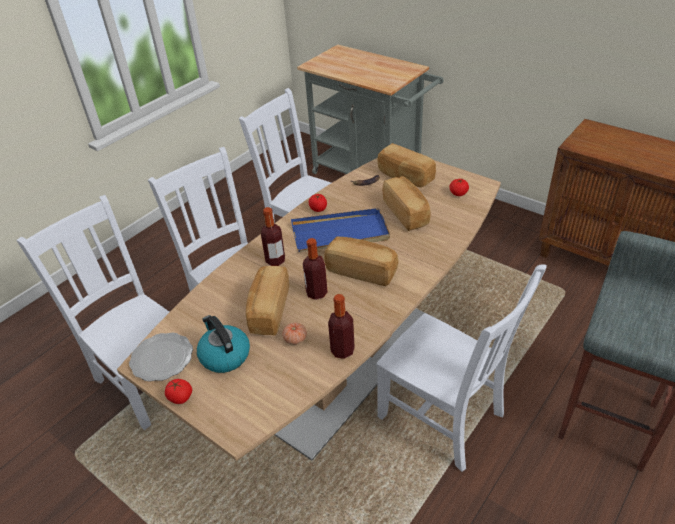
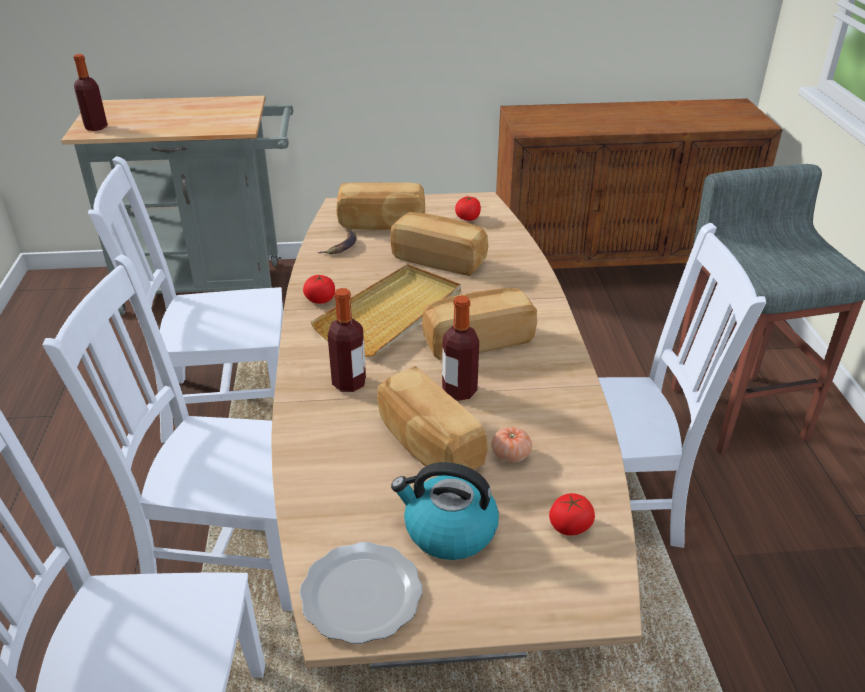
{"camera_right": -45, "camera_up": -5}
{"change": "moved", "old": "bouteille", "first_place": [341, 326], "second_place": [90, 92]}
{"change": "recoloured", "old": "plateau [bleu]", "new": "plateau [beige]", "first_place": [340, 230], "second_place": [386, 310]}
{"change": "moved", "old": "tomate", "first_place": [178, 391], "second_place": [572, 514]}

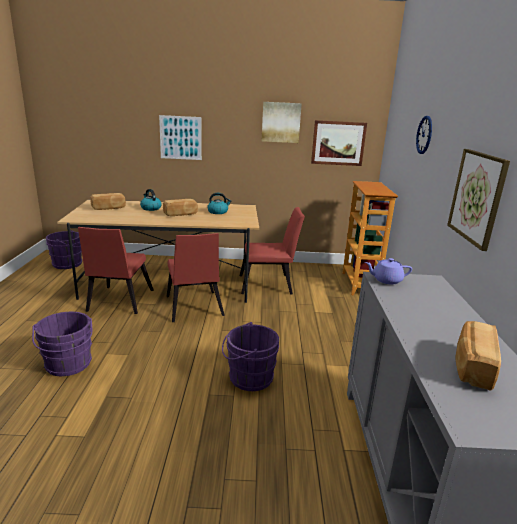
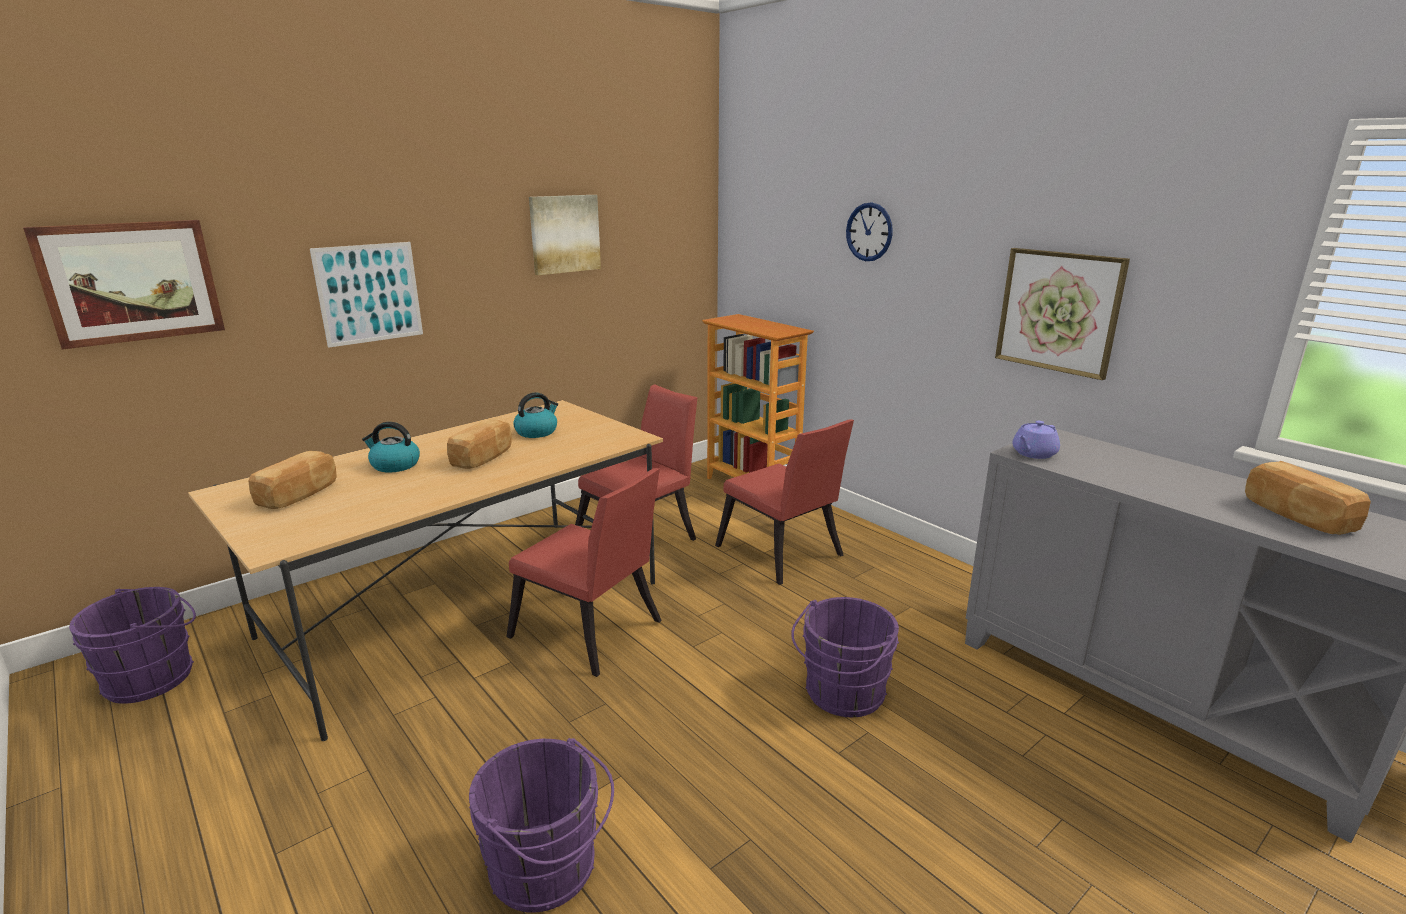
{"camera_right": -40, "camera_up": 0}
{"change": "moved", "old": "tableau", "first_place": [339, 143], "second_place": [124, 285]}
{"change": "moved", "old": "chaise [rouge]", "first_place": [115, 270], "second_place": [784, 502]}

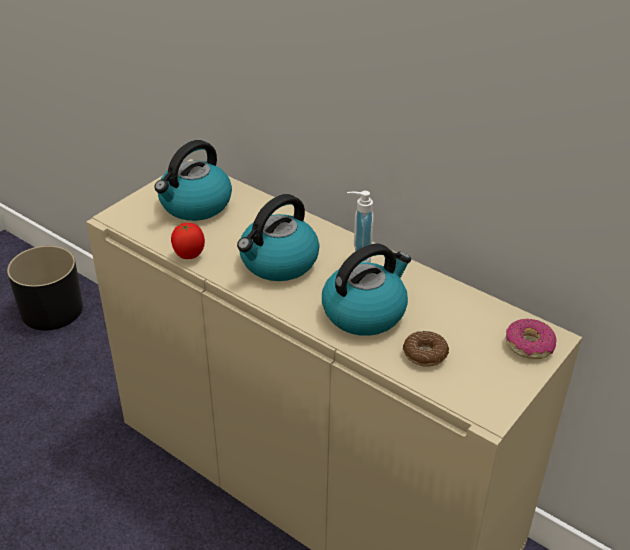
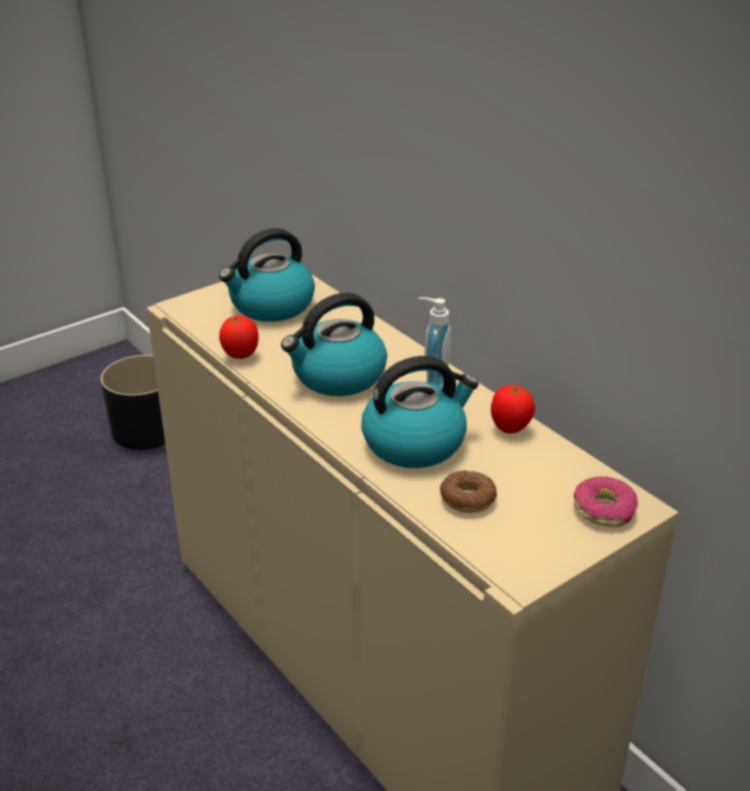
{"camera_right": 15, "camera_up": -5}
{"change": "added", "new": "tomate", "second_place": [513, 409]}

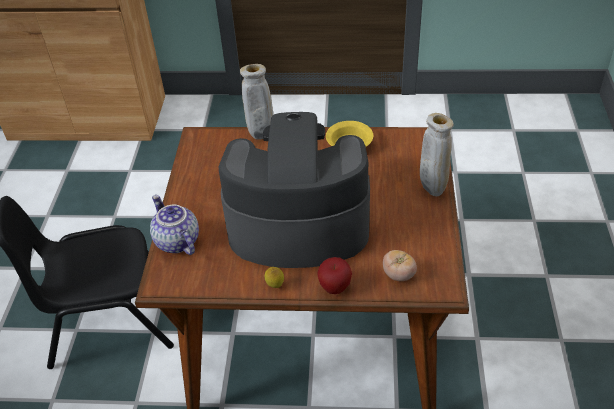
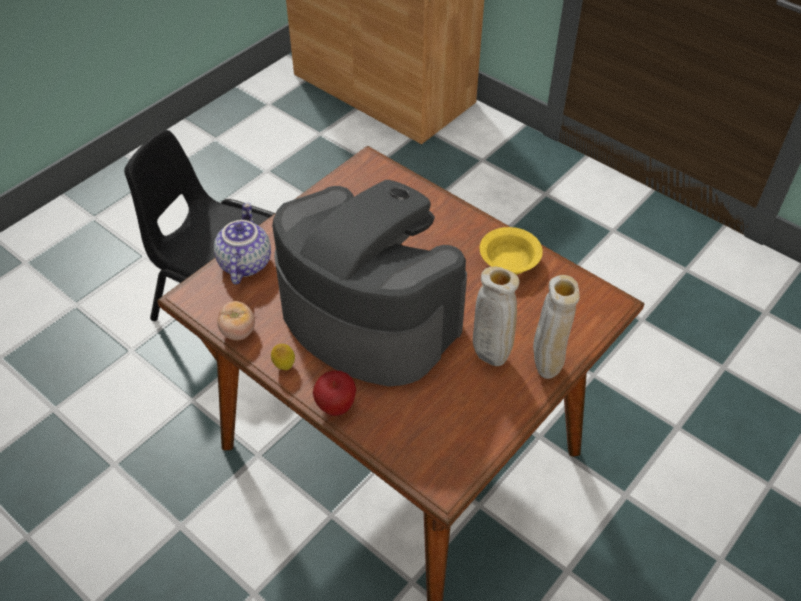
{"camera_right": 35, "camera_up": 5}
{"change": "moved", "old": "tomate", "first_place": [400, 265], "second_place": [236, 320]}
{"change": "moved", "old": "vase [beige]", "first_place": [256, 102], "second_place": [496, 316]}

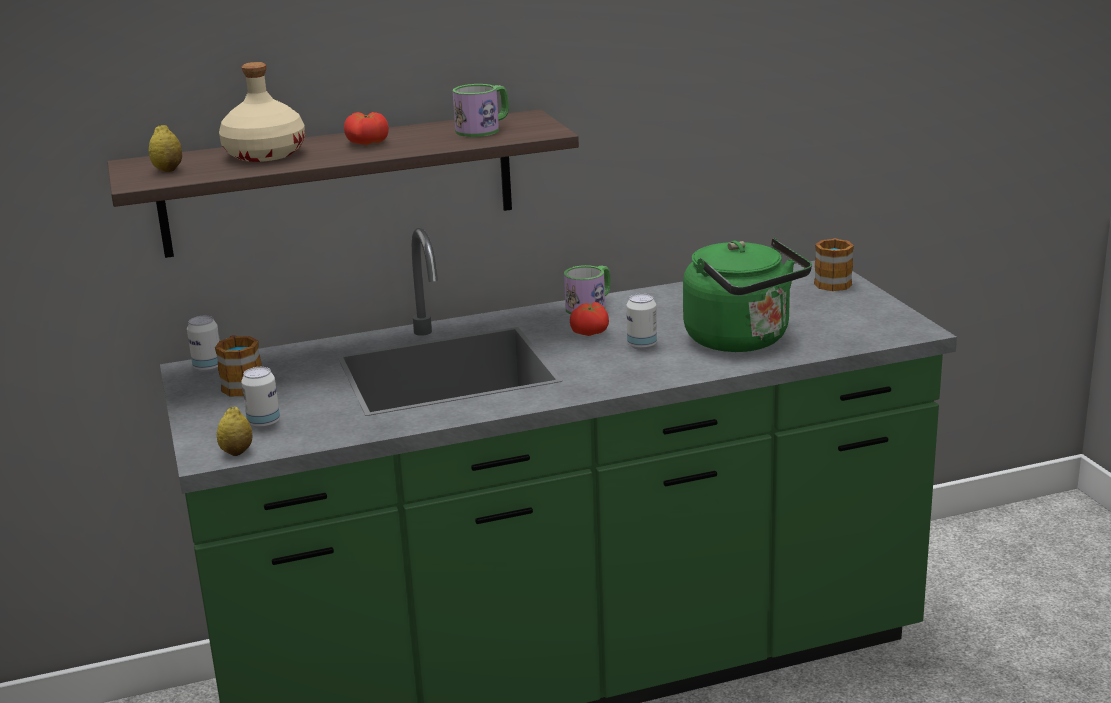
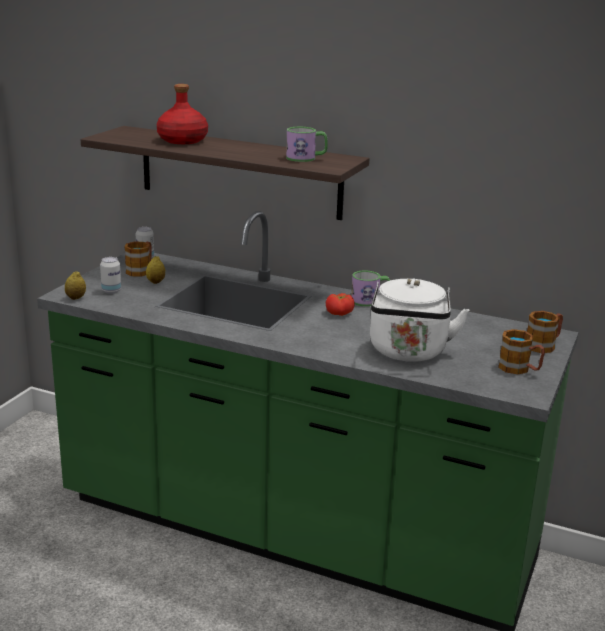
{"camera_right": 40, "camera_up": 0}
{"change": "moved", "old": "citron", "first_place": [165, 148], "second_place": [155, 270]}
{"change": "recoloured", "old": "bouteille [beige]", "new": "bouteille [rouge]", "first_place": [262, 112], "second_place": [182, 114]}
{"change": "recoloured", "old": "bouilloire [vert]", "new": "bouilloire [blanc]", "first_place": [747, 295], "second_place": [419, 320]}
{"change": "added", "new": "mug", "second_place": [521, 351]}
{"change": "removed", "old": "tomate", "first_place": [366, 128]}
{"change": "removed", "old": "boîte métallique", "first_place": [641, 321]}

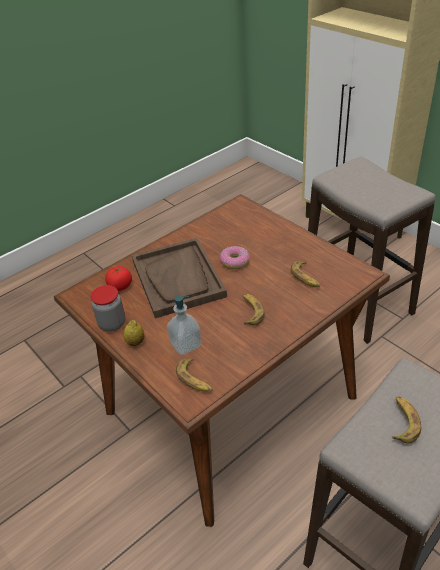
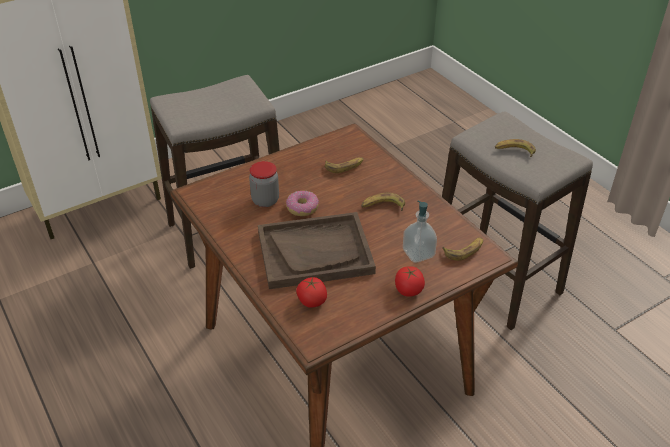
{"camera_right": -85, "camera_up": 0}
{"change": "moved", "old": "bocal", "first_place": [107, 308], "second_place": [264, 184]}
{"change": "replaced", "old": "citron", "new": "tomate", "first_place": [134, 333], "second_place": [410, 281]}

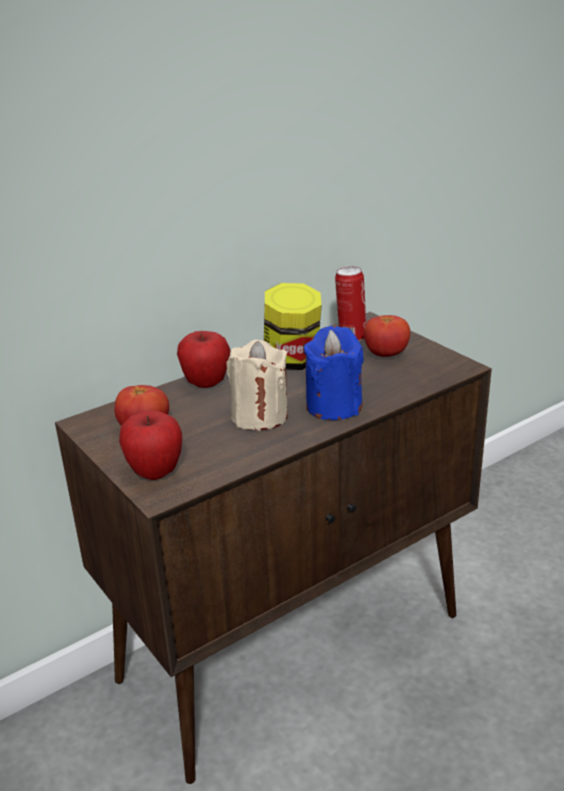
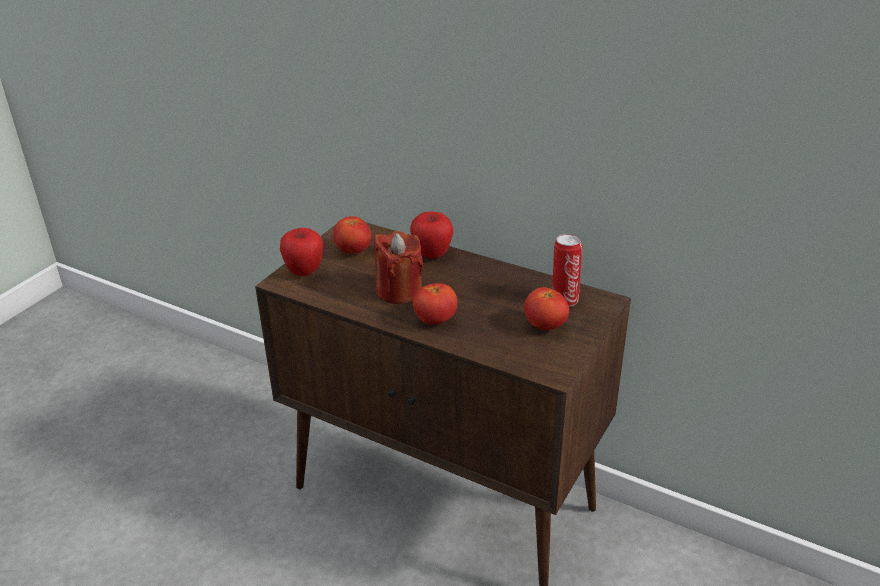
{"camera_right": 65, "camera_up": 5}
{"change": "recoloured", "old": "bougie [beige]", "new": "bougie [rouge]", "first_place": [257, 385], "second_place": [398, 267]}
{"change": "replaced", "old": "bougie [bleu]", "new": "tomate", "first_place": [334, 373], "second_place": [435, 304]}
{"change": "removed", "old": "bocal", "first_place": [293, 326]}

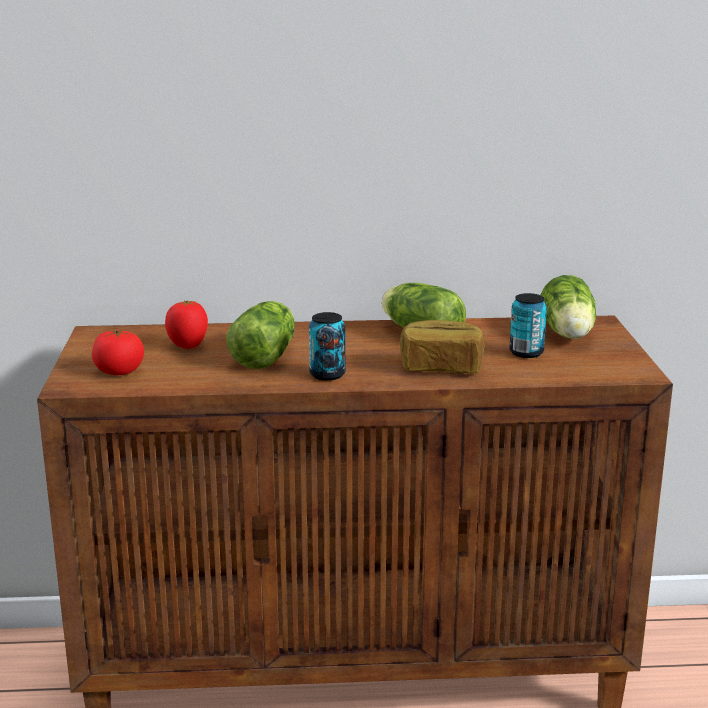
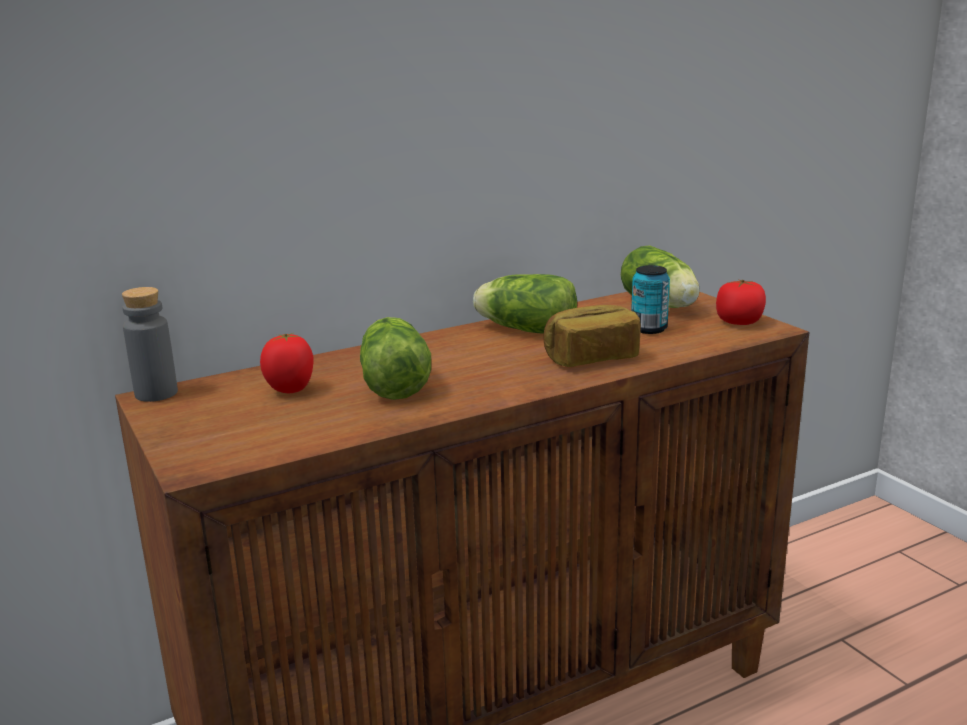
{"camera_right": -25, "camera_up": 0}
{"change": "added", "new": "bouteille [gris]", "second_place": [150, 344]}
{"change": "moved", "old": "tomate", "first_place": [118, 352], "second_place": [741, 302]}
{"change": "removed", "old": "boîte métallique", "first_place": [327, 346]}

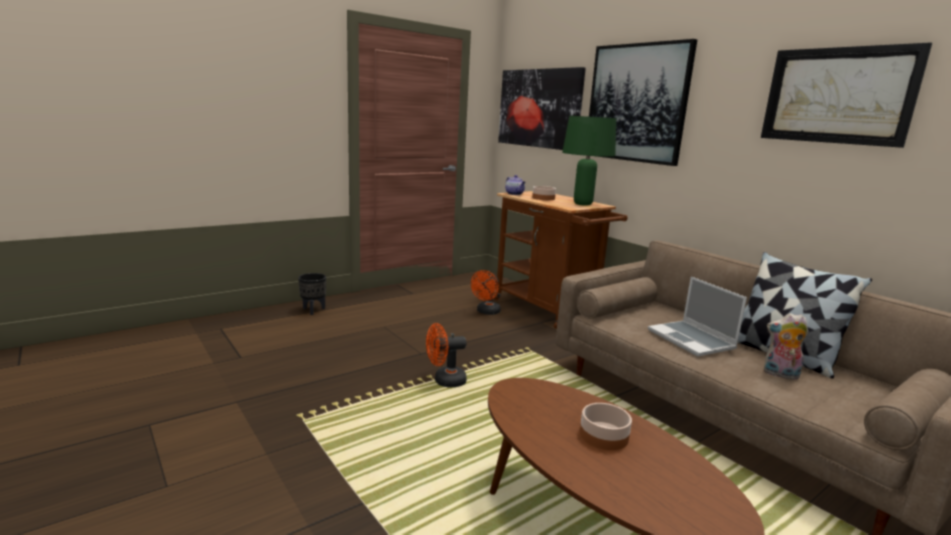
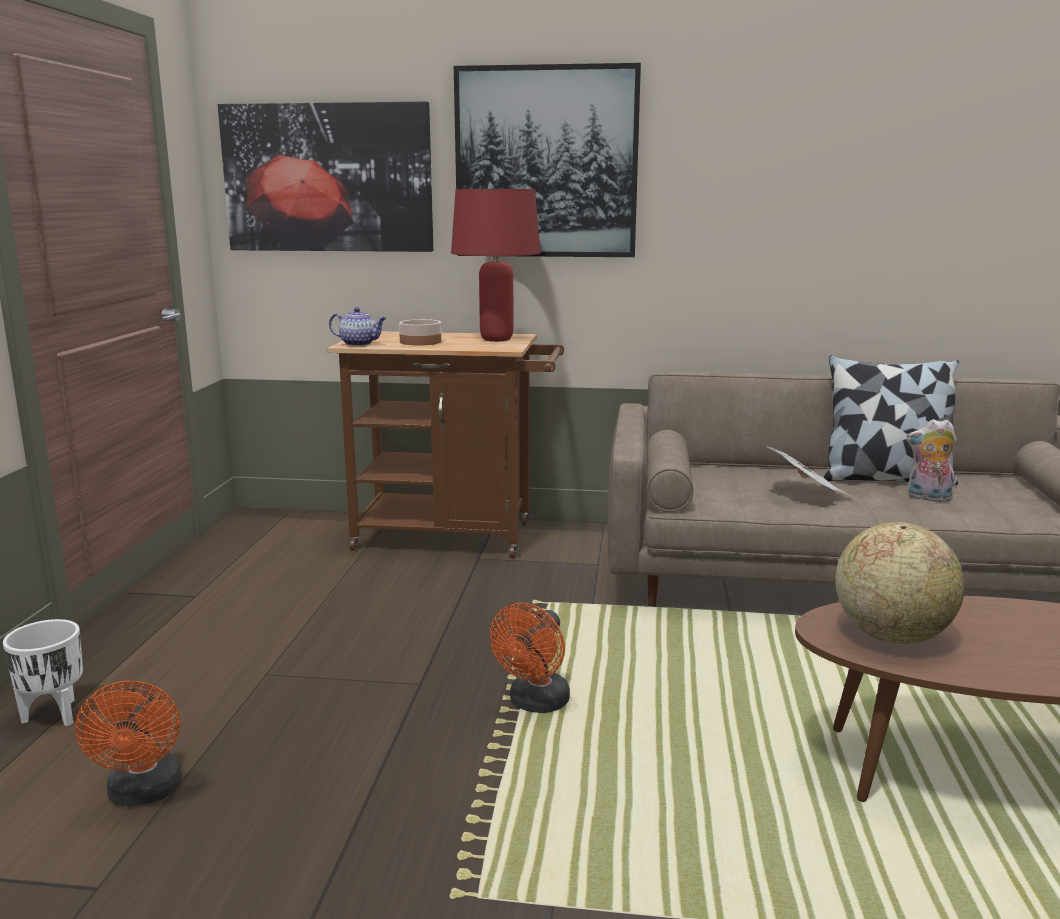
{"camera_right": -45, "camera_up": 0}
{"change": "recoloured", "old": "cache-pot [noir]", "new": "cache-pot [blanc]", "first_place": [312, 294], "second_place": [43, 672]}
{"change": "moved", "old": "ventilateur [orange]", "first_place": [486, 292], "second_place": [128, 743]}
{"change": "recoloured", "old": "lampe de table [vert]", "new": "lampe de table [rouge]", "first_place": [589, 161], "second_place": [496, 265]}
{"change": "replaced", "old": "ordinateur portable", "new": "journal", "first_place": [697, 316], "second_place": [809, 471]}
{"change": "added", "new": "globe", "second_place": [900, 583]}
{"change": "turned", "old": "peluche", "first_place": [786, 346], "second_place": [932, 460], "degrees": 45}
{"change": "removed", "old": "bol", "first_place": [606, 426]}
{"change": "removed", "old": "tableau", "first_place": [846, 95]}

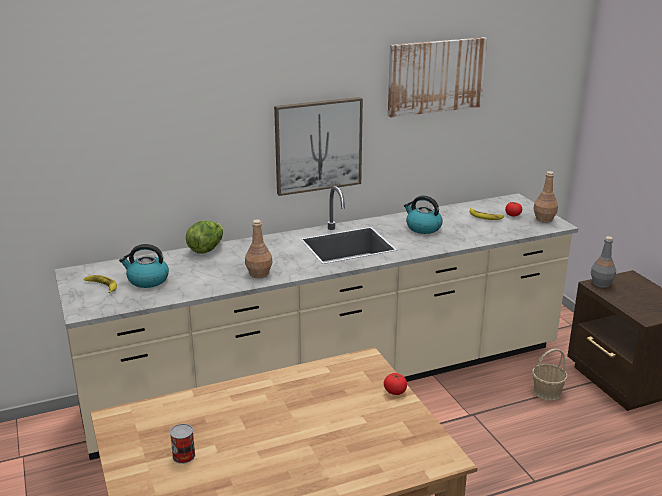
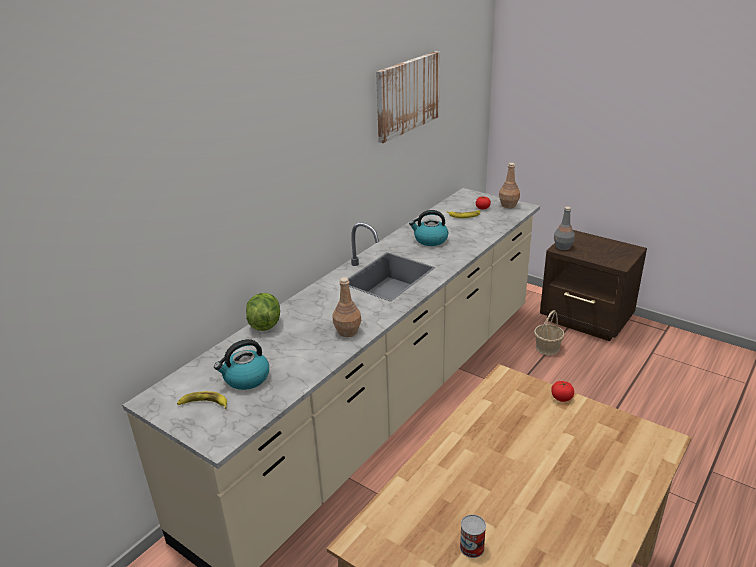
{"camera_right": -30, "camera_up": 5}
{"change": "removed", "old": "tableau", "first_place": [318, 146]}

